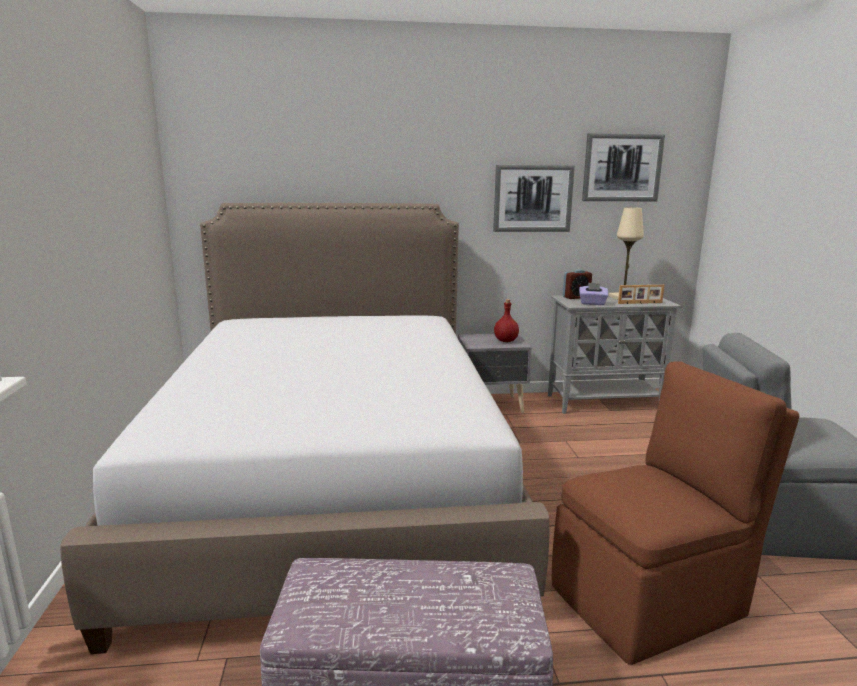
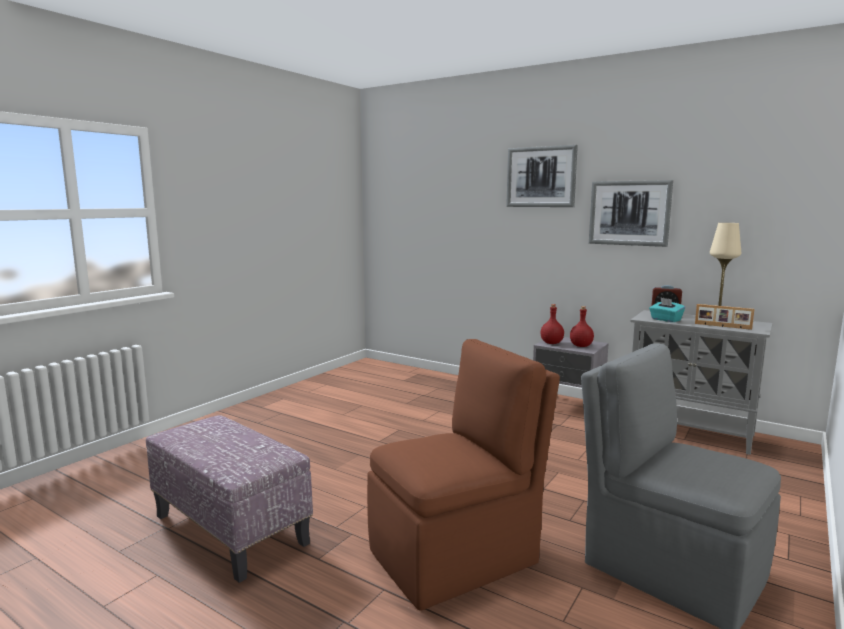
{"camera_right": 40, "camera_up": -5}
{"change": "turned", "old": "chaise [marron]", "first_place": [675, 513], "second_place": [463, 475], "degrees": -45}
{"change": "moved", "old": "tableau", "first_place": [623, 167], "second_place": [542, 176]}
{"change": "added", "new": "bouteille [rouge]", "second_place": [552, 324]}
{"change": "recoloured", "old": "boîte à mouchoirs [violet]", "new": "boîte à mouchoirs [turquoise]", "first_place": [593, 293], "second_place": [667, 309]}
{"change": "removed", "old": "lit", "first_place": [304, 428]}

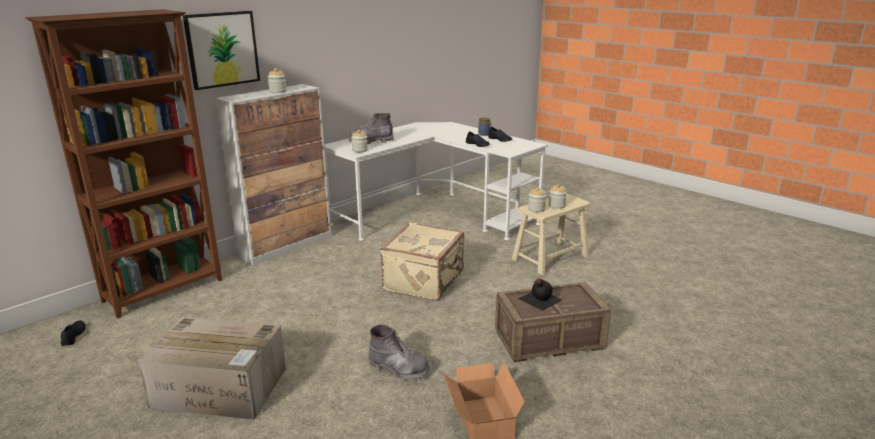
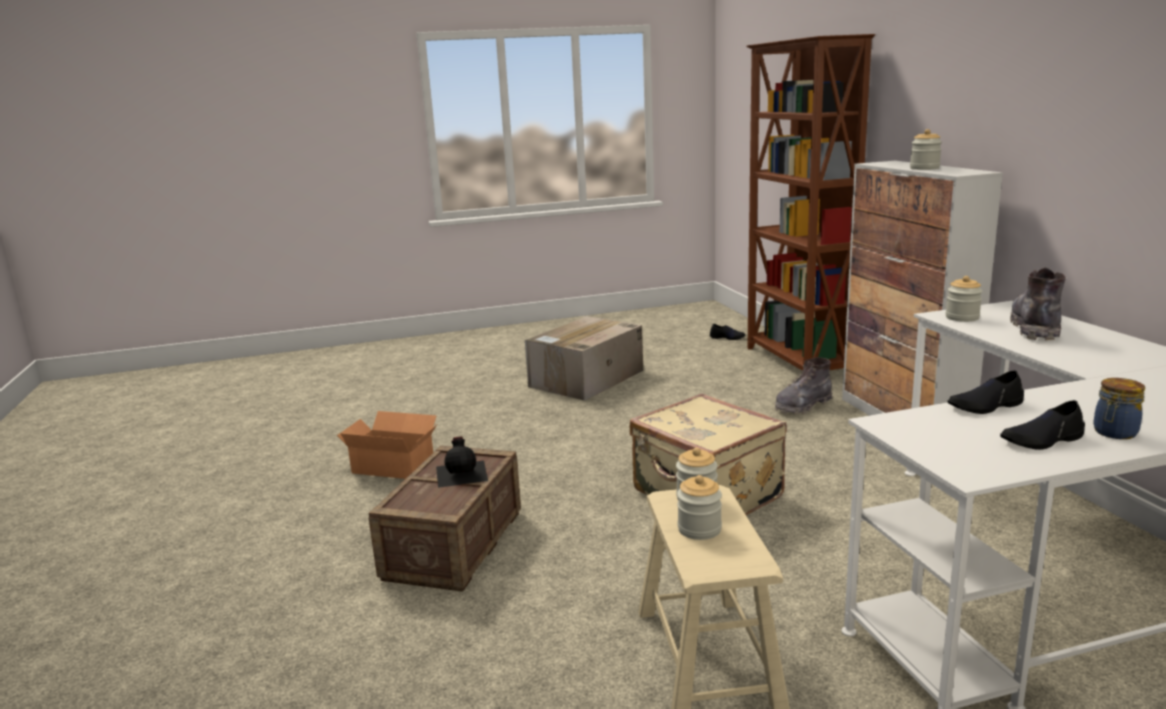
{"camera_right": 120, "camera_up": -5}
{"change": "moved", "old": "botte [gris]", "first_place": [399, 353], "second_place": [803, 386]}
{"change": "removed", "old": "tableau", "first_place": [221, 50]}

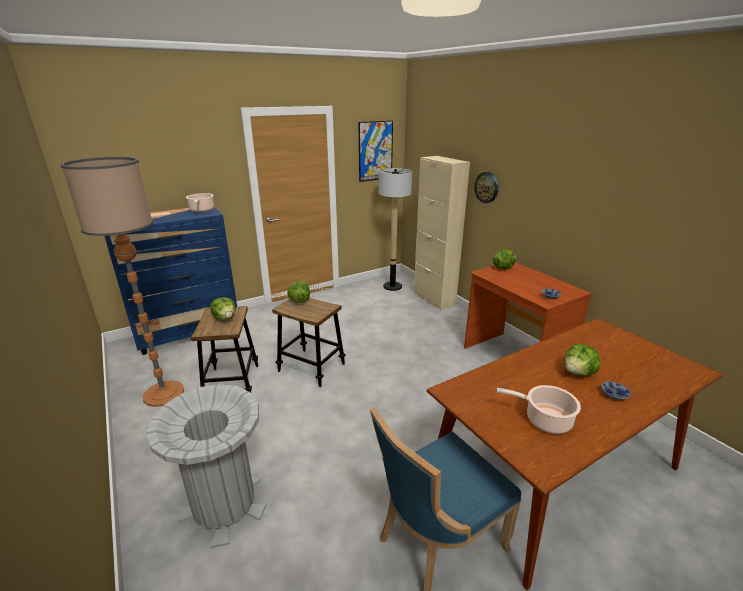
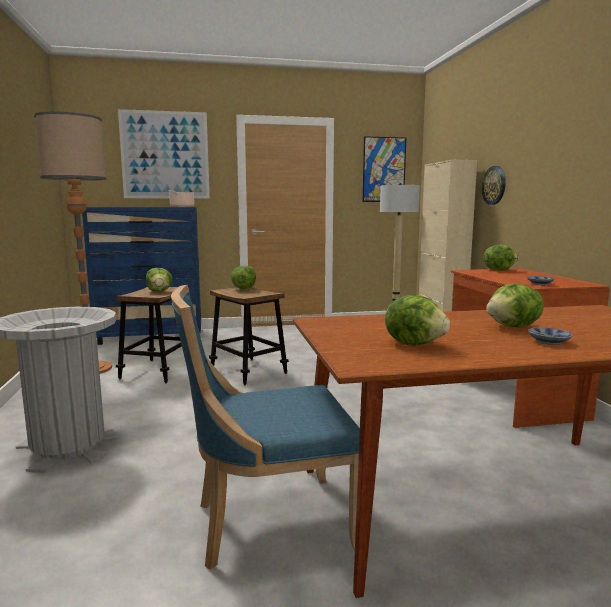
{"camera_right": 20, "camera_up": -15}
{"change": "added", "new": "tableau", "second_place": [164, 154]}
{"change": "replaced", "old": "marmite", "new": "laitue", "first_place": [539, 409], "second_place": [417, 320]}

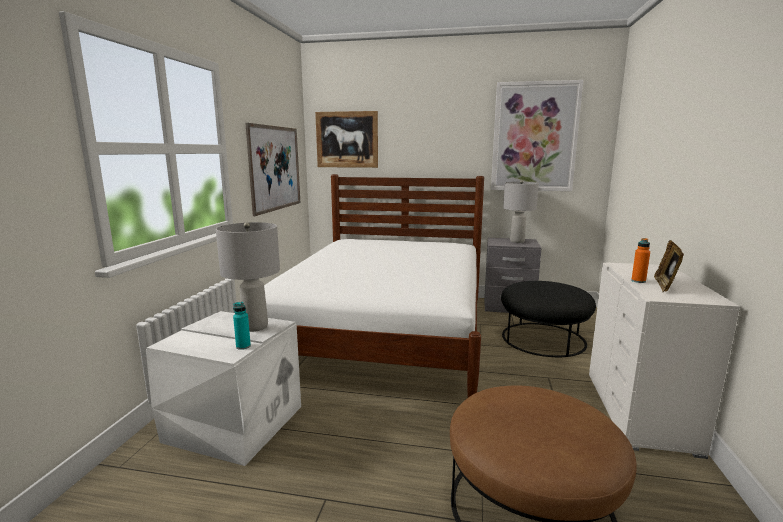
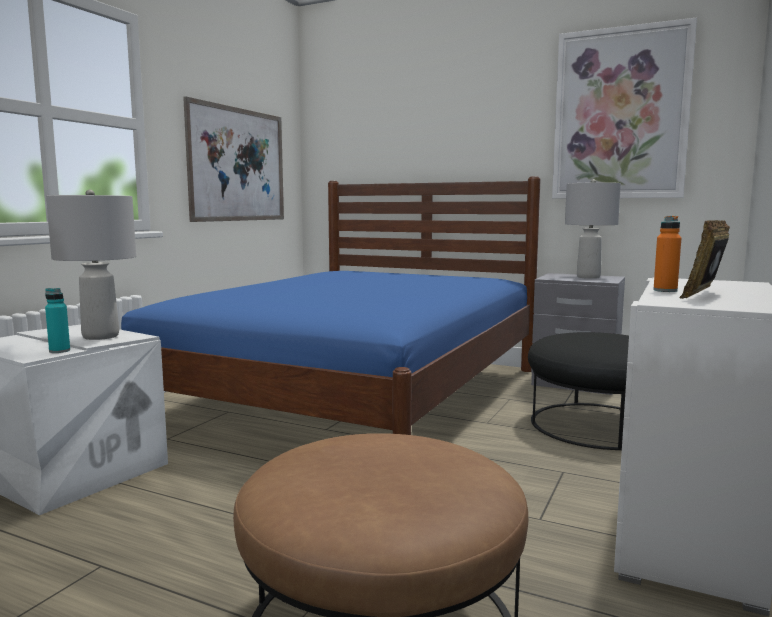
{"camera_right": 15, "camera_up": -5}
{"change": "recoloured", "old": "lit [blanc]", "new": "lit [bleu]", "first_place": [374, 286], "second_place": [331, 305]}
{"change": "removed", "old": "tableau", "first_place": [346, 139]}

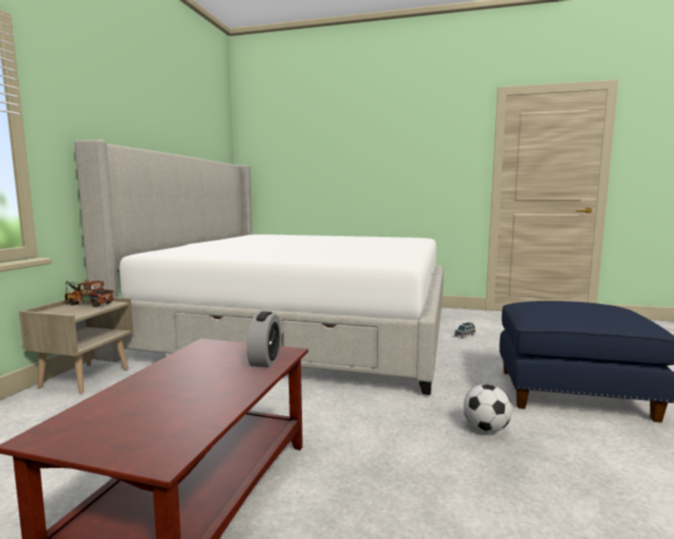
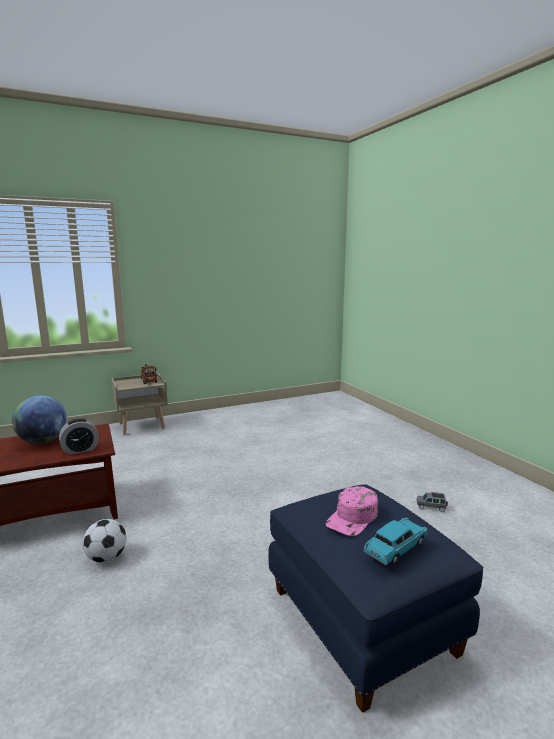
{"camera_right": 50, "camera_up": 5}
{"change": "added", "new": "globe", "second_place": [39, 420]}
{"change": "moved", "old": "ballon de foot", "first_place": [487, 408], "second_place": [104, 541]}
{"change": "added", "new": "casquette [rose]", "second_place": [352, 511]}
{"change": "added", "new": "petite voiture [turquoise]", "second_place": [395, 541]}
{"change": "removed", "old": "lit", "first_place": [259, 267]}

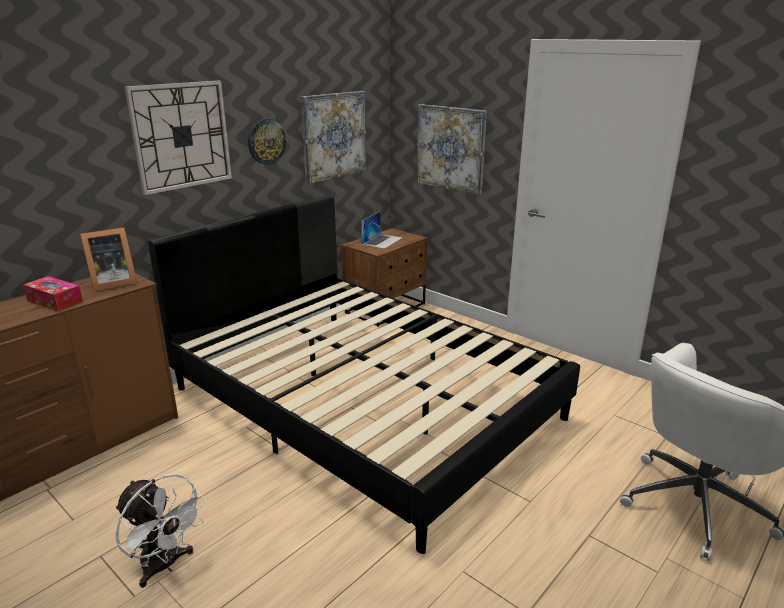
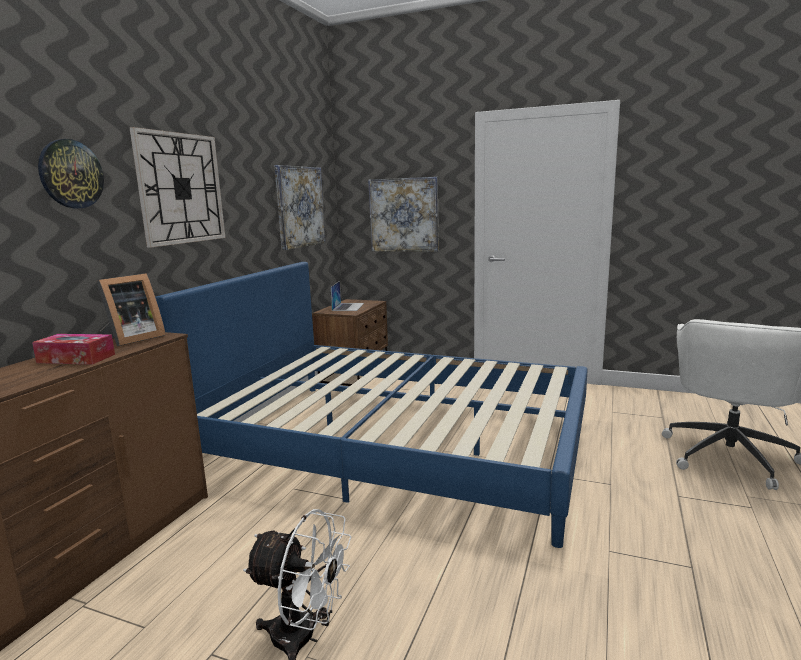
{"camera_right": -20, "camera_up": -10}
{"change": "moved", "old": "horloge murale", "first_place": [267, 142], "second_place": [71, 173]}
{"change": "recoloured", "old": "lit [noir]", "new": "lit [bleu]", "first_place": [364, 374], "second_place": [371, 405]}

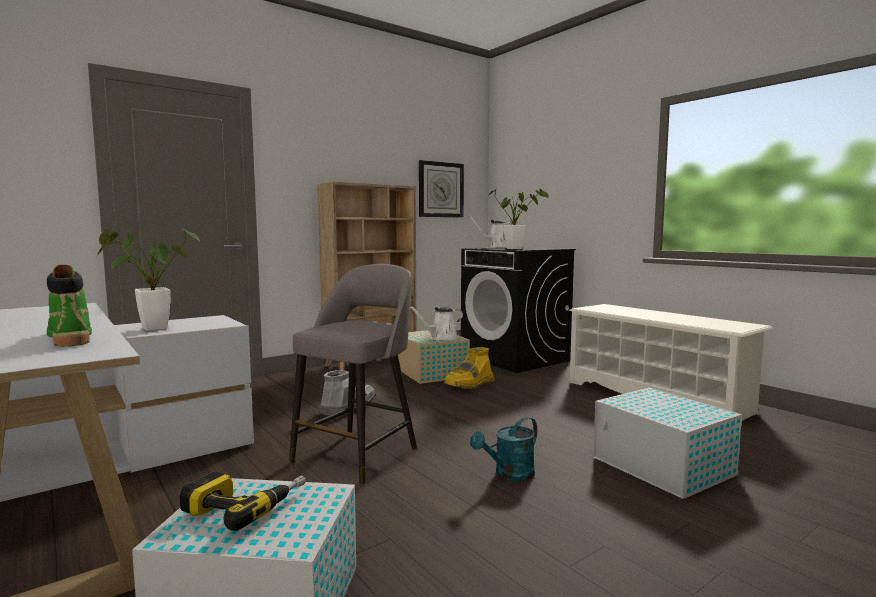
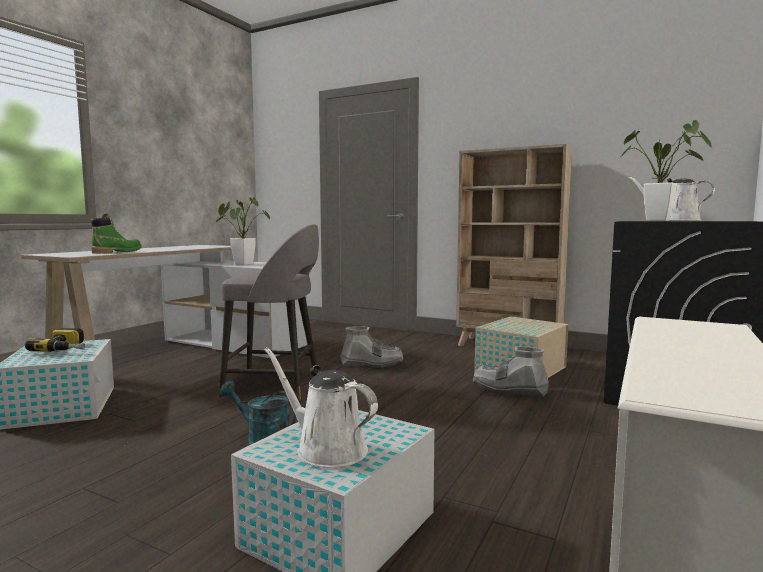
{"camera_right": 65, "camera_up": 0}
{"change": "moved", "old": "arrosoir [blanc]", "first_place": [436, 323], "second_place": [321, 407]}
{"change": "recoloured", "old": "botte [jaune]", "new": "botte [gris]", "first_place": [469, 368], "second_place": [511, 371]}
{"change": "removed", "old": "horloge murale", "first_place": [441, 189]}

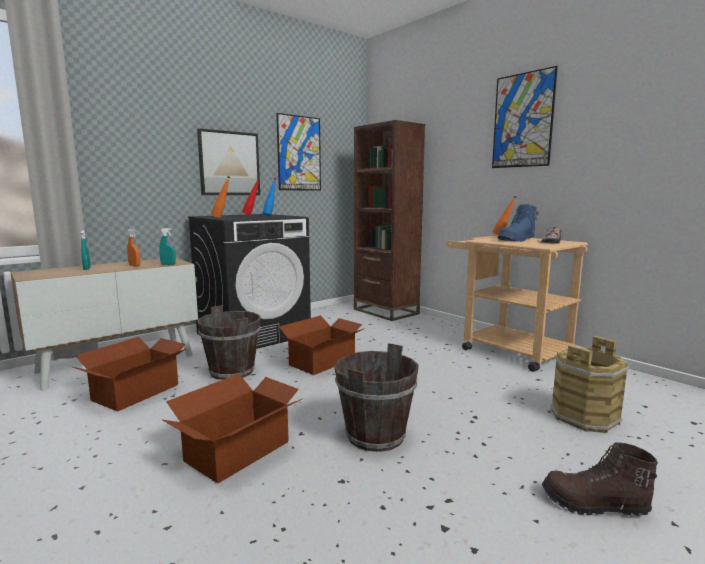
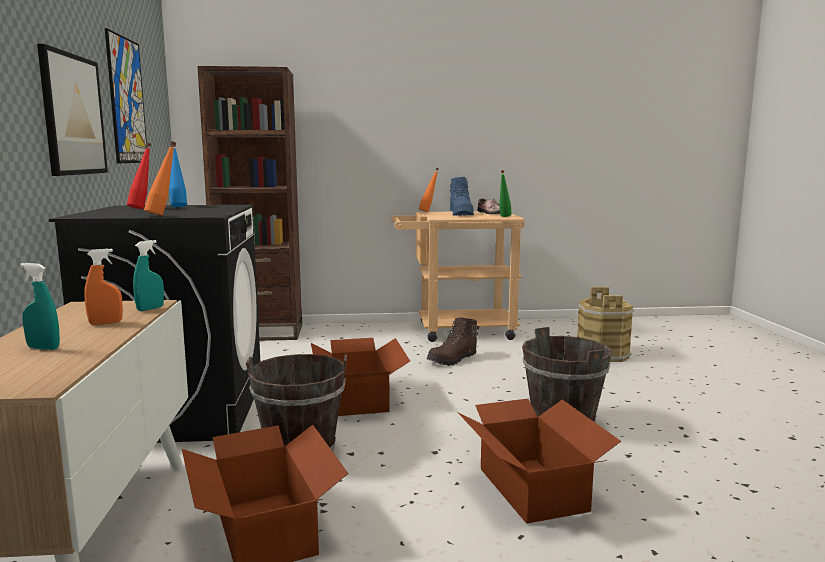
{"camera_right": -55, "camera_up": 0}
{"change": "moved", "old": "botte [marron]", "first_place": [600, 479], "second_place": [453, 342]}
{"change": "added", "new": "bouteille [vert]", "second_place": [505, 193]}
{"change": "removed", "old": "tableau", "first_place": [525, 117]}

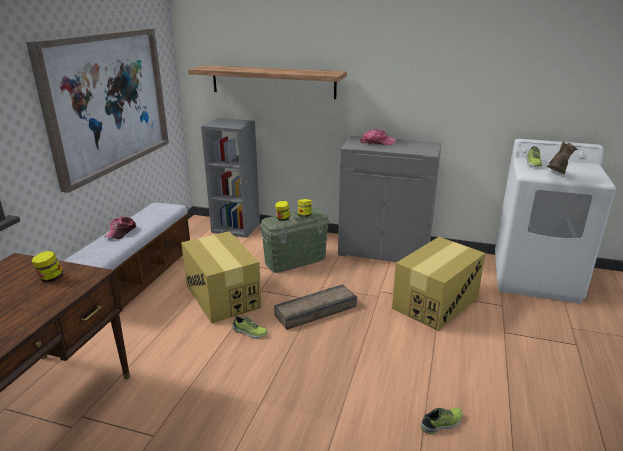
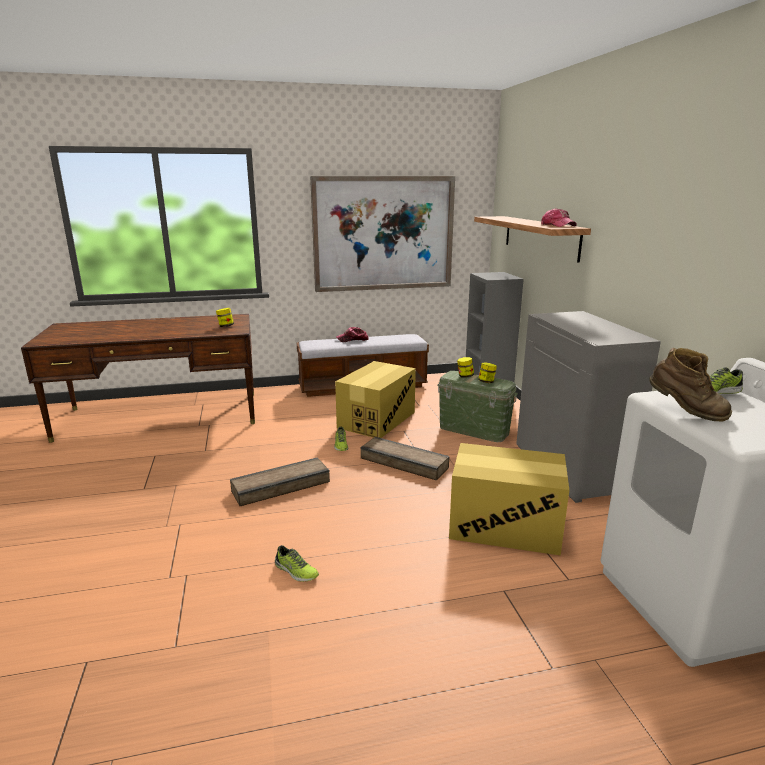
{"camera_right": 60, "camera_up": -5}
{"change": "added", "new": "caisse", "second_place": [280, 481]}
{"change": "moved", "old": "casquette", "first_place": [378, 137], "second_place": [559, 217]}
{"change": "turned", "old": "botte [marron]", "first_place": [562, 158], "second_place": [690, 384], "degrees": 45}

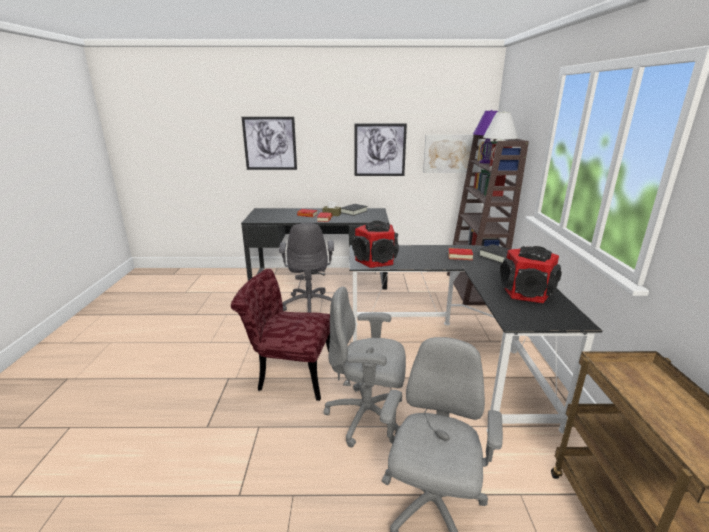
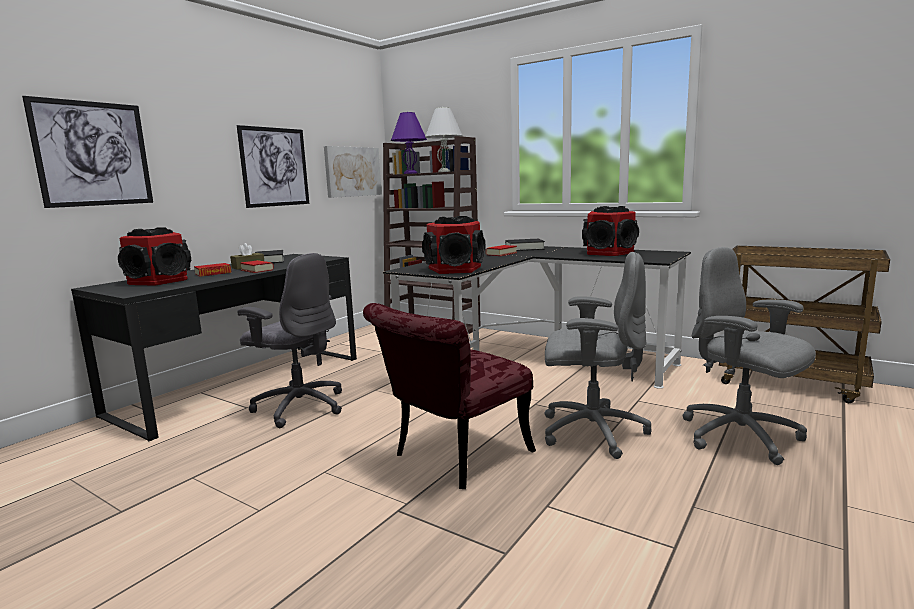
{"camera_right": -55, "camera_up": -10}
{"change": "added", "new": "enceinte", "second_place": [154, 256]}
{"change": "turned", "old": "chaise de bureau [gris]", "first_place": [365, 367], "second_place": [597, 355], "degrees": -120}

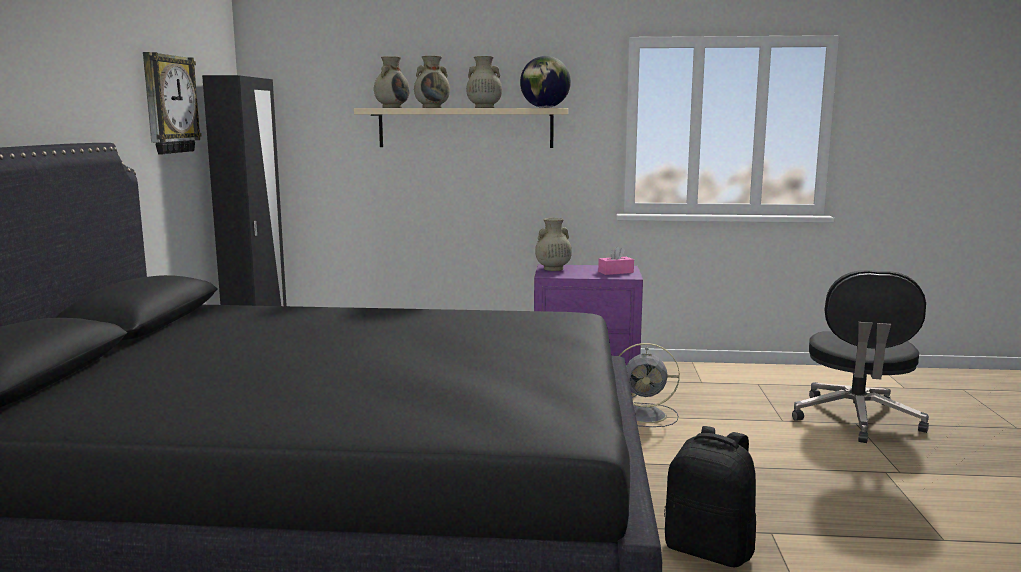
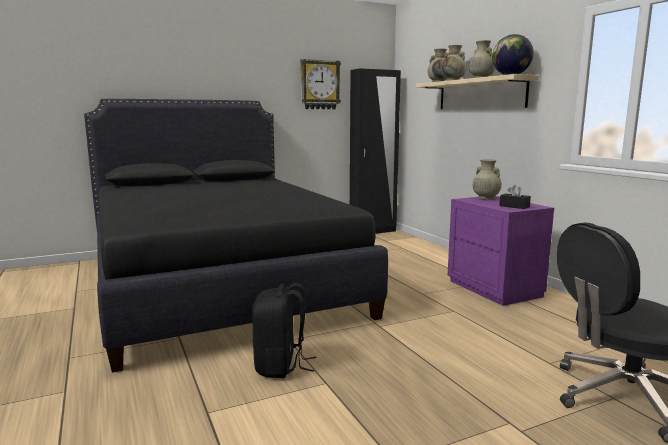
{"camera_right": 60, "camera_up": 0}
{"change": "recoloured", "old": "boîte à mouchoirs [rose]", "new": "boîte à mouchoirs [noir]", "first_place": [616, 260], "second_place": [515, 197]}
{"change": "removed", "old": "ventilateur [gris]", "first_place": [649, 385]}

